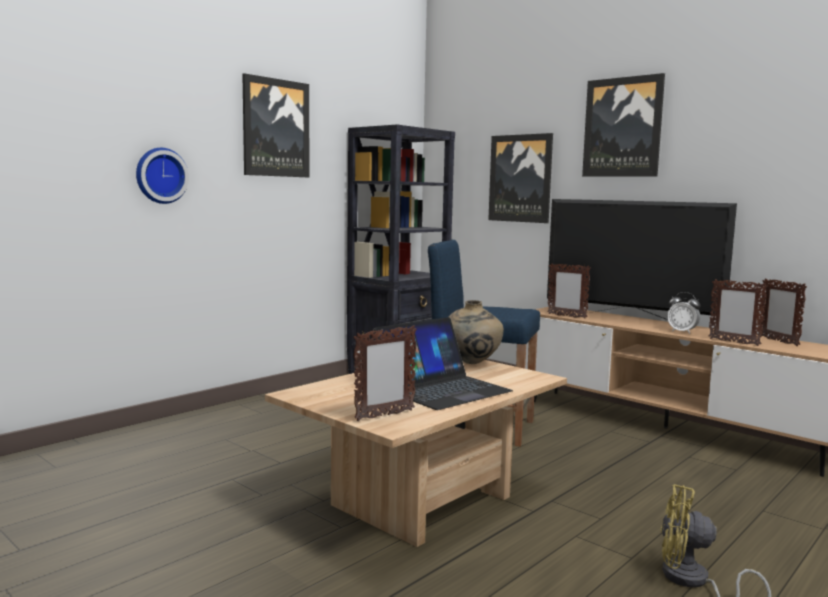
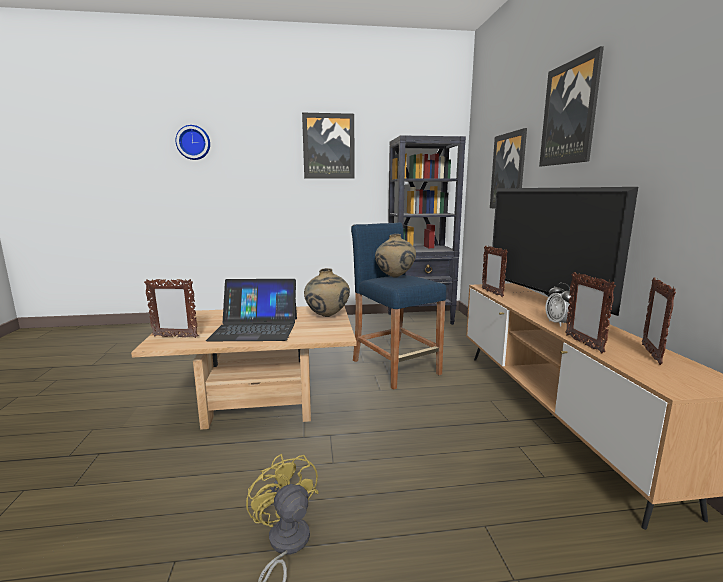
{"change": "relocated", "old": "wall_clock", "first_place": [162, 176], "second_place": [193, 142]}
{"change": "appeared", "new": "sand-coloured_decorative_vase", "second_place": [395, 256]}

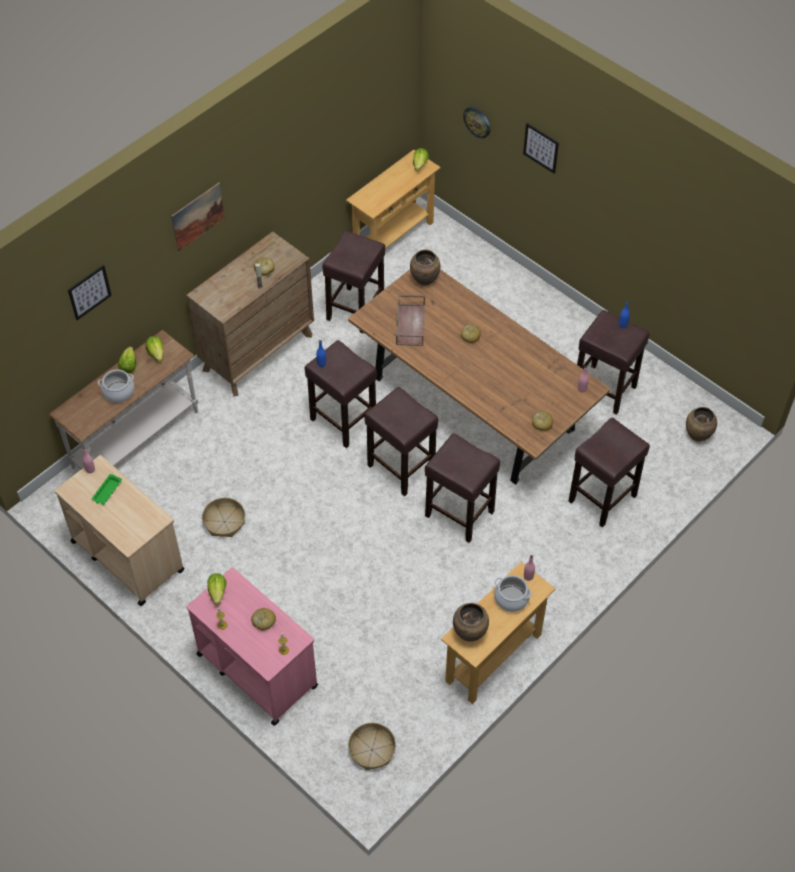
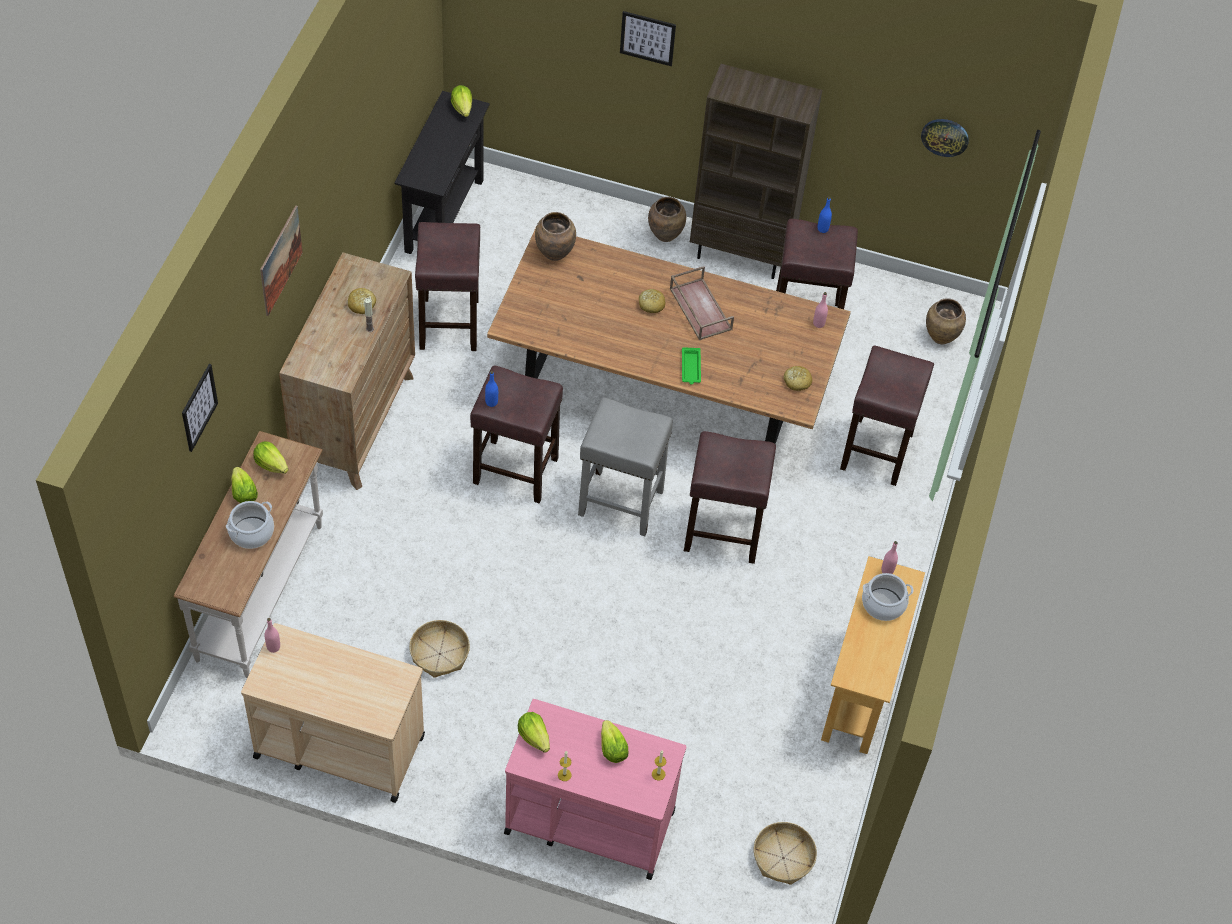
{"change": "colour", "old": "sand-coloured_hall_table", "new": "blackish_hall_table", "first_place": [393, 199], "second_place": [442, 172]}
{"change": "colour", "old": "brown-coloured_stool_seat", "new": "gray_stool_seat", "first_place": [401, 441], "second_place": [625, 467]}
{"change": "exchanged", "old": "baked_bread", "new": "head_of_lettuce", "first_place": [263, 619], "second_place": [615, 741]}
{"change": "relocated", "old": "brown-coloured_decorative_vase", "first_place": [471, 622], "second_place": [667, 219]}
{"change": "relocated", "old": "brown-coloured_carrying_tray", "first_place": [410, 320], "second_place": [702, 303]}
{"change": "relocated", "old": "green-coloured_carrying_tray", "first_place": [107, 489], "second_place": [691, 366]}
{"change": "appeared", "new": "brown-coloured_bookcase", "second_place": [756, 171]}
{"change": "relocated", "old": "wall_clock", "first_place": [476, 123], "second_place": [945, 138]}

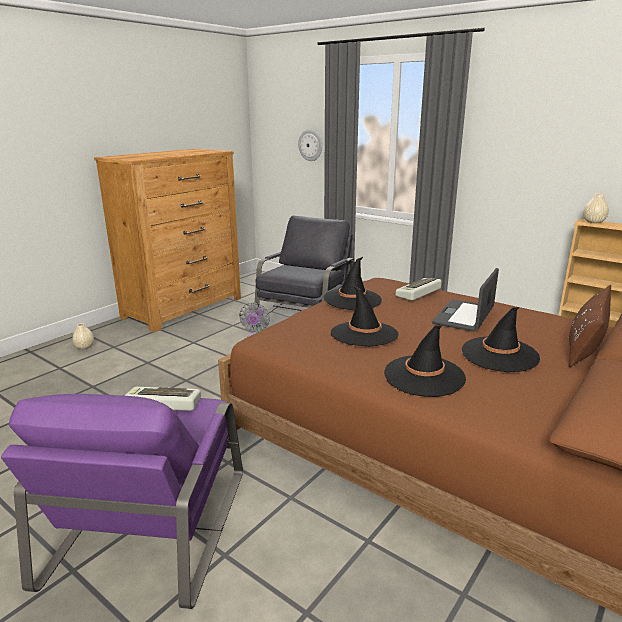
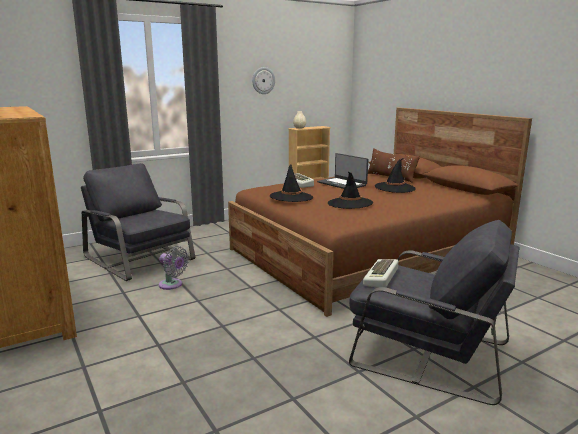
{"change": "relocated", "old": "wall_clock", "first_place": [310, 145], "second_place": [263, 80]}
{"change": "colour", "old": "purple_easy_chair", "new": "gray_easy_chair", "first_place": [122, 501], "second_place": [434, 312]}
{"change": "missing", "old": "sand-coloured_decorative_vase", "first_place": [83, 336]}
{"change": "missing", "old": "blackish_clothing_hat", "first_place": [425, 361]}

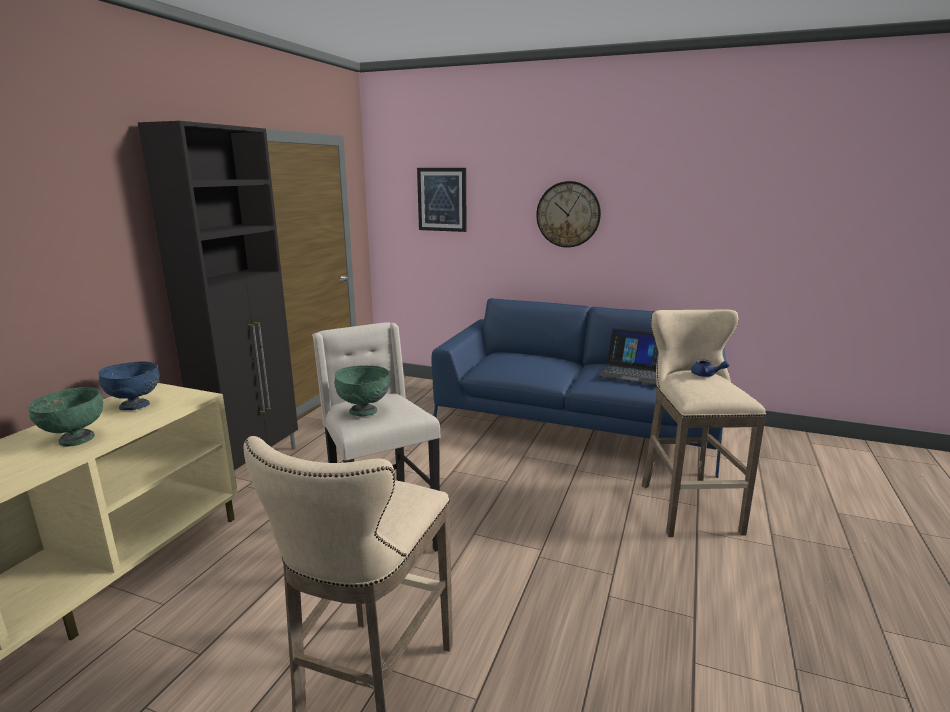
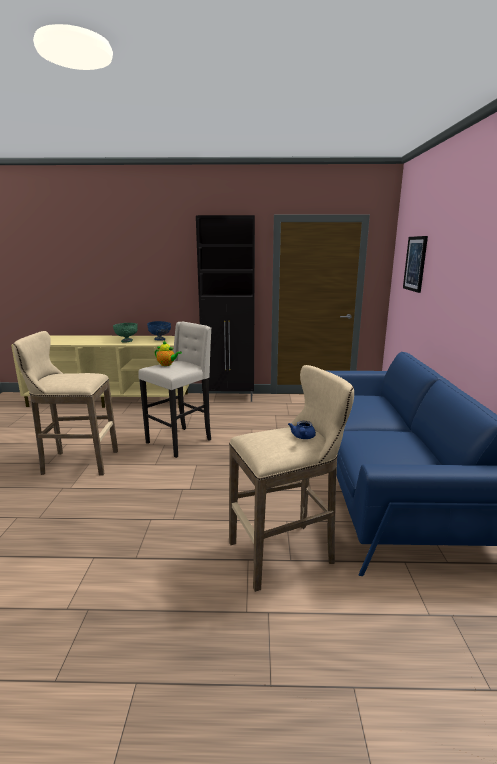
{"change": "exchanged", "old": "green-coloured_deep_dish", "new": "pot_for_tea", "first_place": [362, 391], "second_place": [168, 353]}
{"change": "missing", "old": "wall_clock", "first_place": [568, 214]}
{"change": "missing", "old": "notebook_computer", "first_place": [628, 356]}

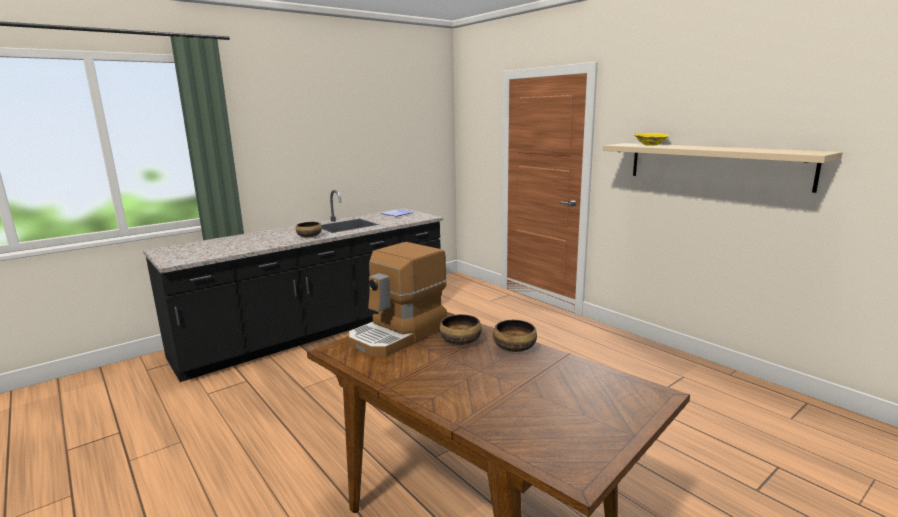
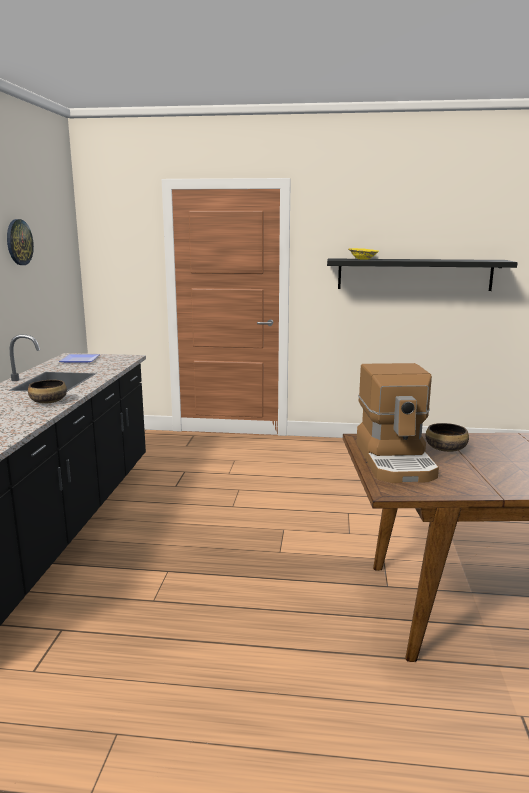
{"change": "appeared", "new": "wall_clock", "second_place": [20, 242]}
{"change": "colour", "old": "sand-coloured_shelf", "new": "blackish_shelf", "first_place": [723, 168], "second_place": [422, 274]}
{"change": "missing", "old": "deep_dish", "first_place": [515, 336]}

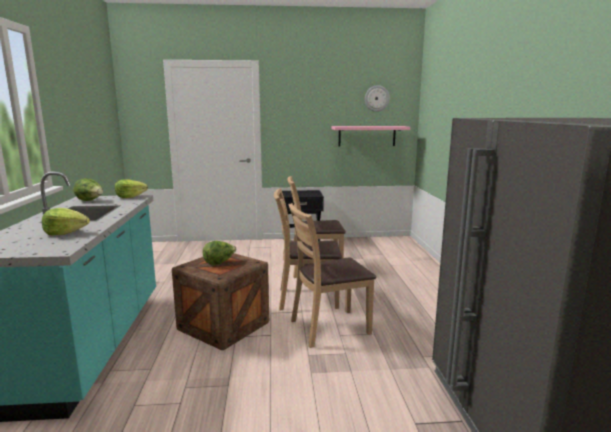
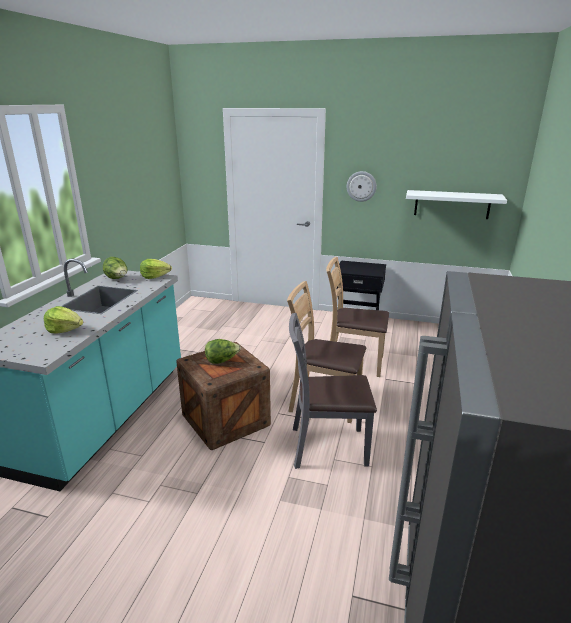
{"change": "colour", "old": "brown-coloured_upright_chair", "new": "gray_upright_chair", "first_place": [332, 275], "second_place": [333, 391]}
{"change": "relocated", "old": "wall_clock", "first_place": [377, 98], "second_place": [362, 186]}
{"change": "colour", "old": "pink-coloured_shelf", "new": "white_shelf", "first_place": [370, 136], "second_place": [456, 204]}

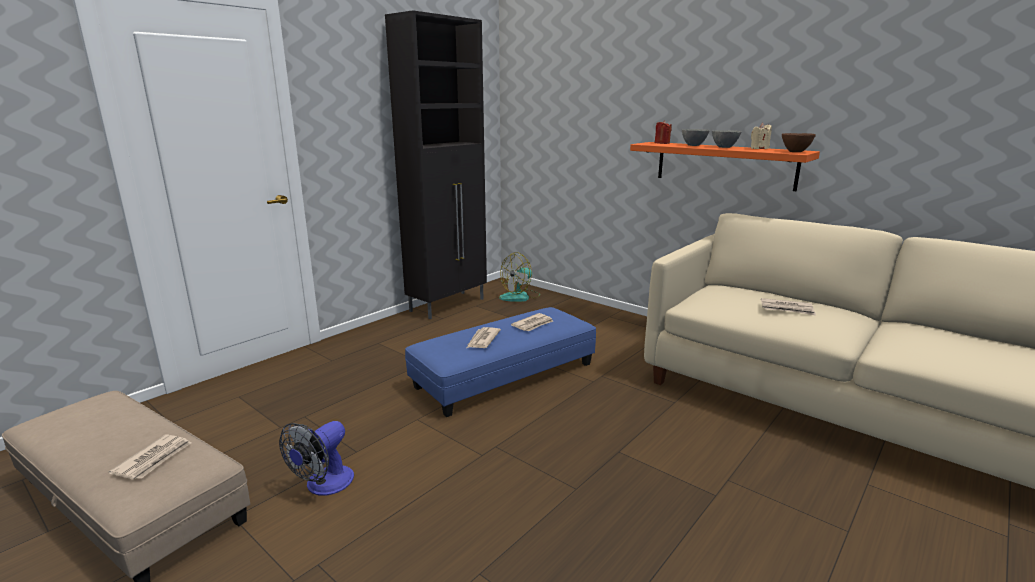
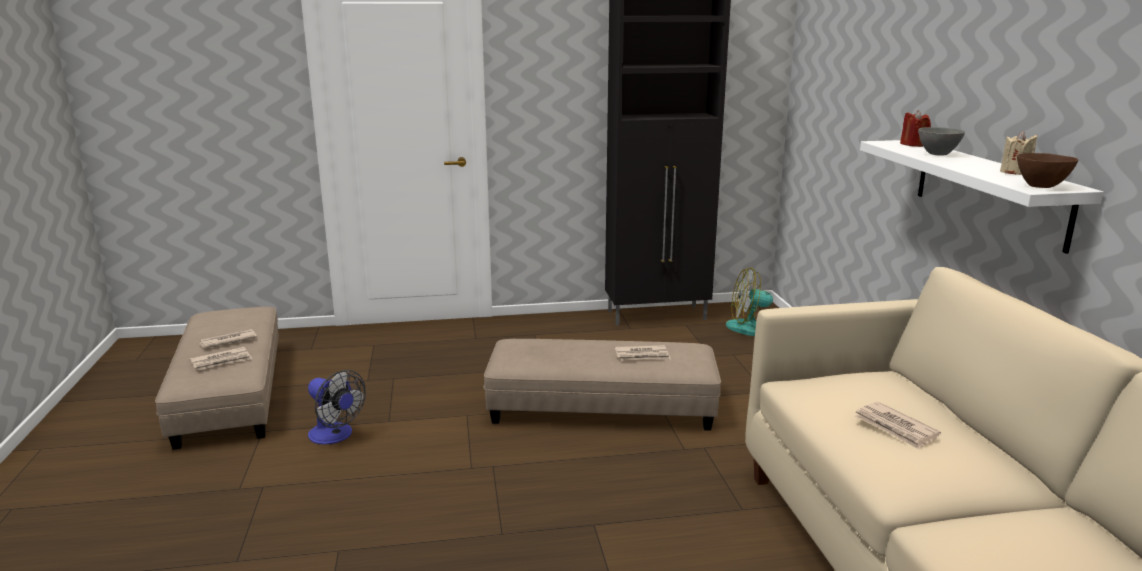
{"change": "relocated", "old": "newspaper", "first_place": [484, 337], "second_place": [228, 338]}
{"change": "spun", "old": "fan", "first_place": [316, 458], "second_place": [337, 407], "degrees": -120}
{"change": "colour", "old": "blue-coloured_ottoman", "new": "sand-coloured_ottoman", "first_place": [500, 362], "second_place": [602, 385]}
{"change": "colour", "old": "orangey_shelf", "new": "white_shelf", "first_place": [725, 166], "second_place": [981, 197]}
{"change": "missing", "old": "gray_deep_dish", "first_place": [726, 139]}

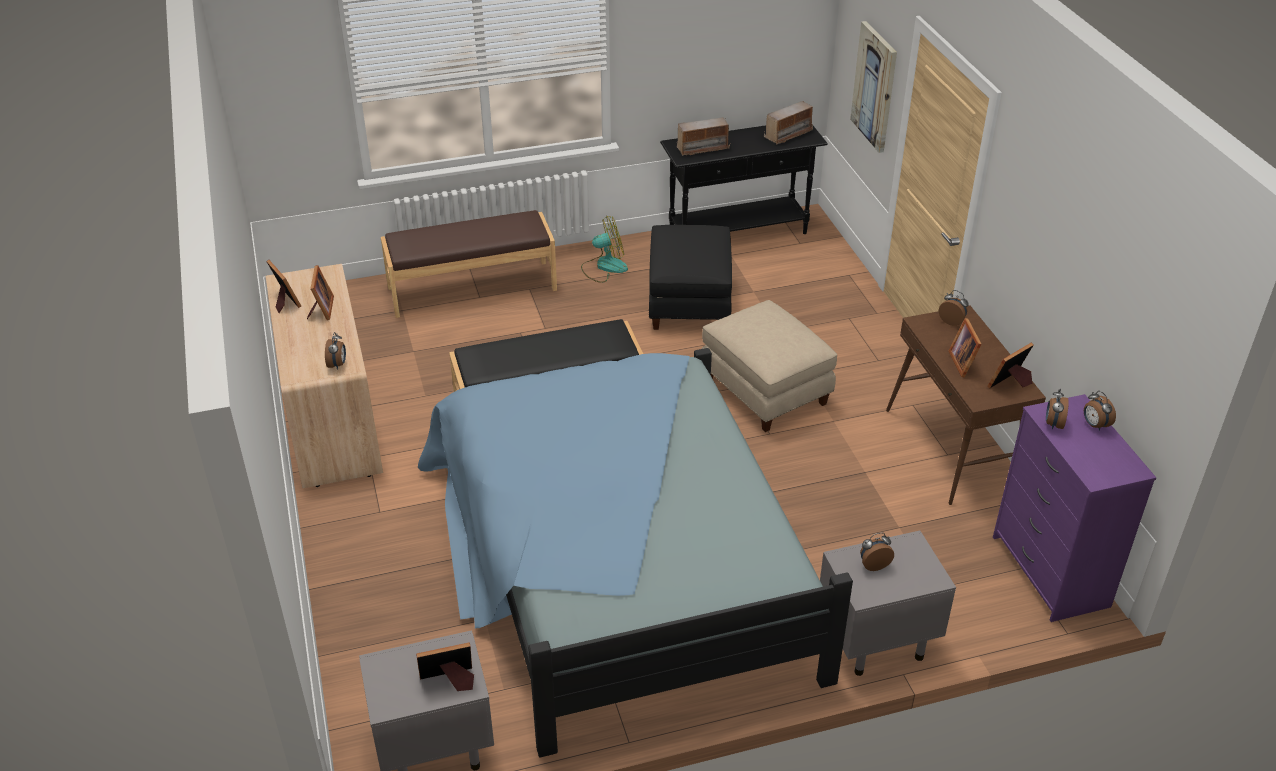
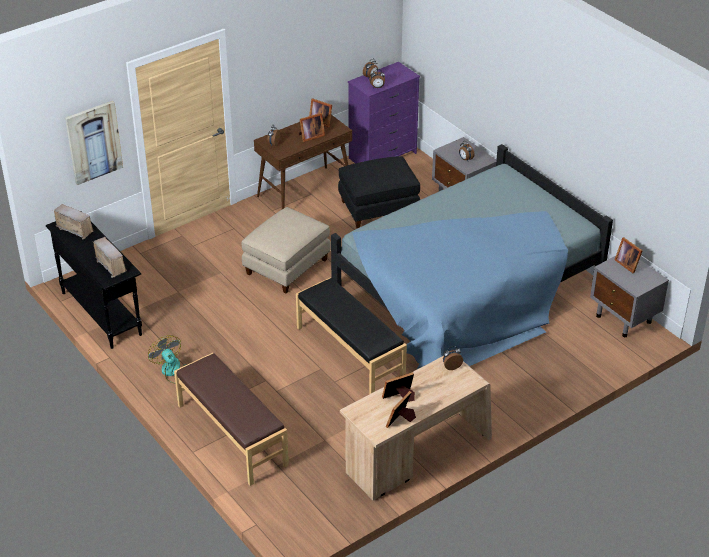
{"change": "relocated", "old": "blackish_ottoman", "first_place": [690, 277], "second_place": [379, 192]}

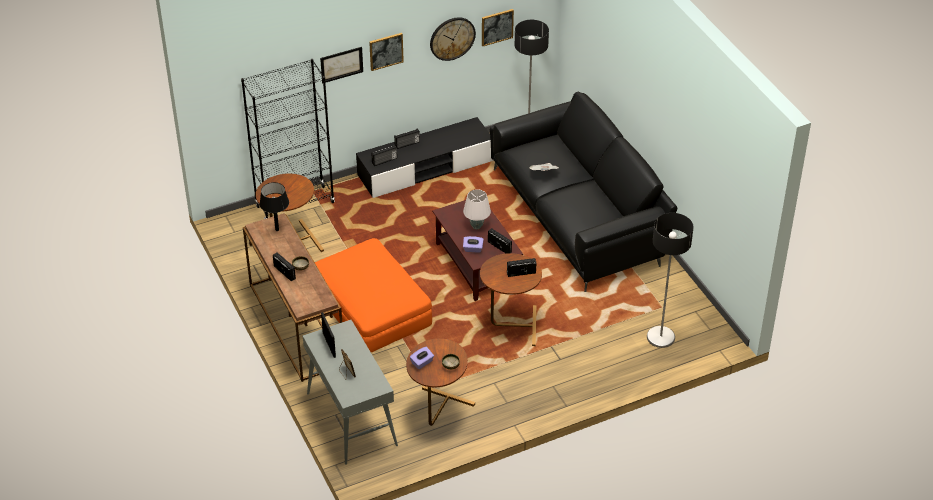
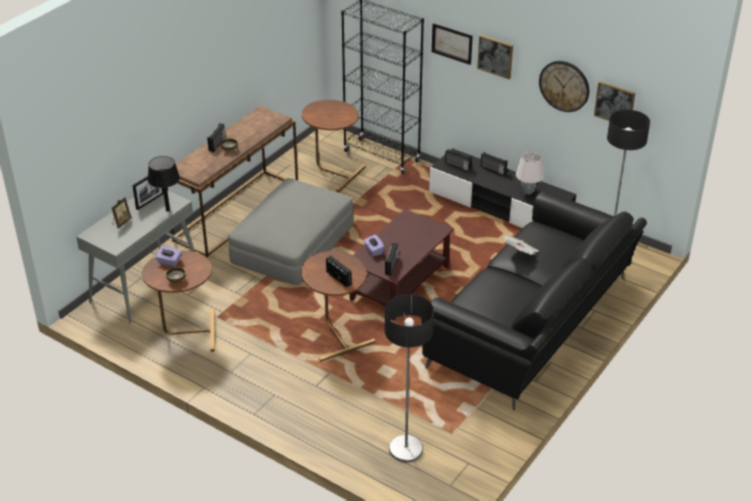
{"change": "relocated", "old": "blackish_tabletop_lamp", "first_place": [274, 206], "second_place": [164, 184]}
{"change": "colour", "old": "orangey_ottoman", "new": "gray_ottoman", "first_place": [373, 295], "second_place": [291, 231]}
{"change": "relocated", "old": "white_tabletop_lamp", "first_place": [477, 209], "second_place": [530, 173]}

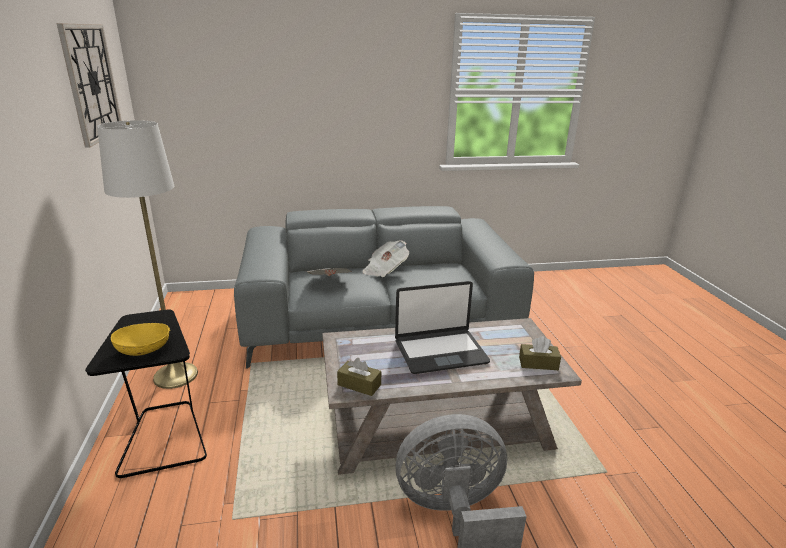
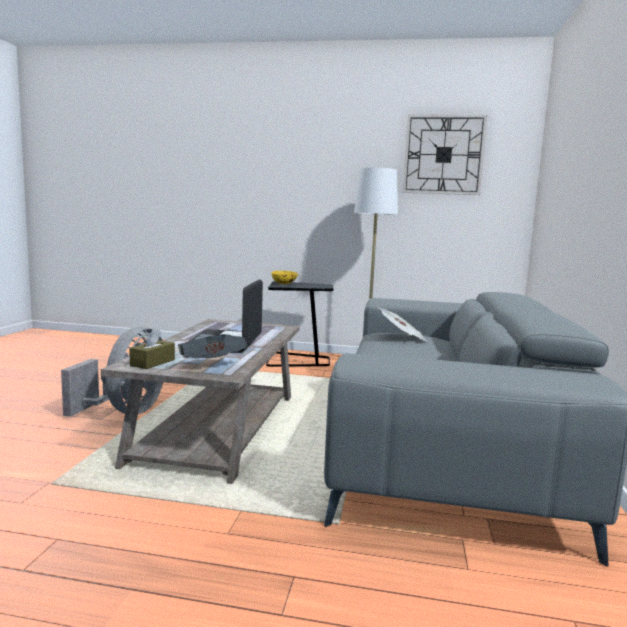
{"change": "relocated", "old": "newspaper", "first_place": [386, 258], "second_place": [213, 346]}
{"change": "missing", "old": "brown-coloured_tissue_holder", "first_place": [359, 377]}

